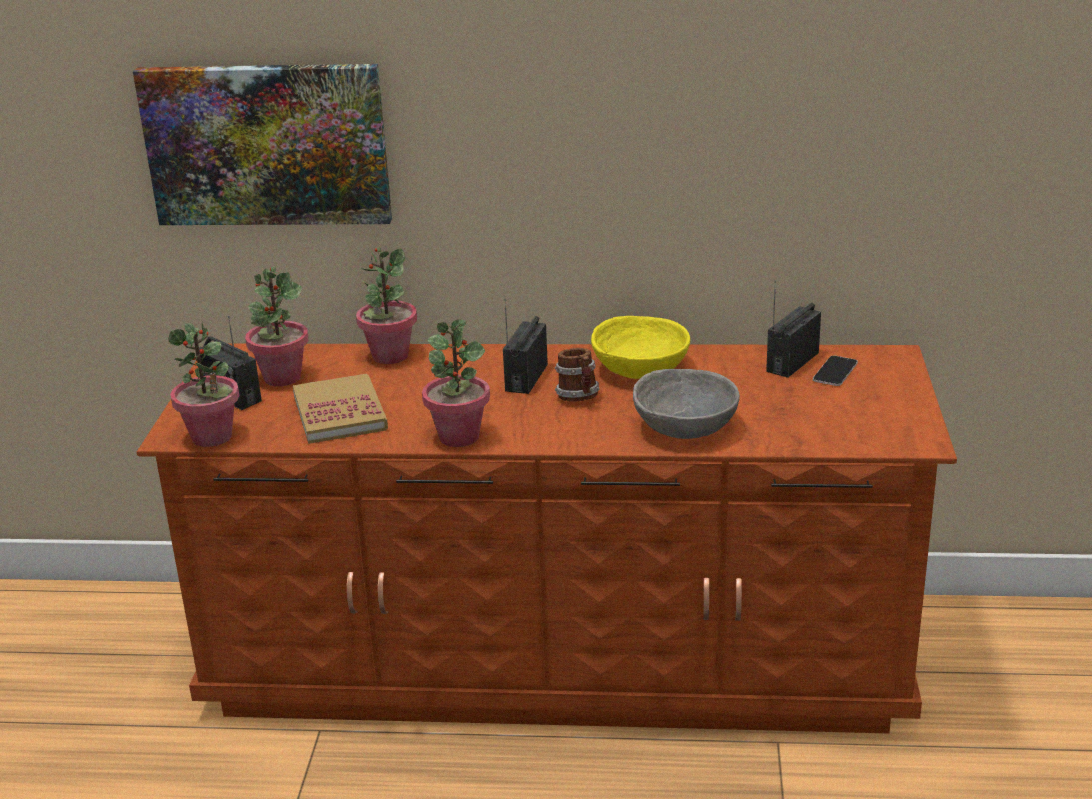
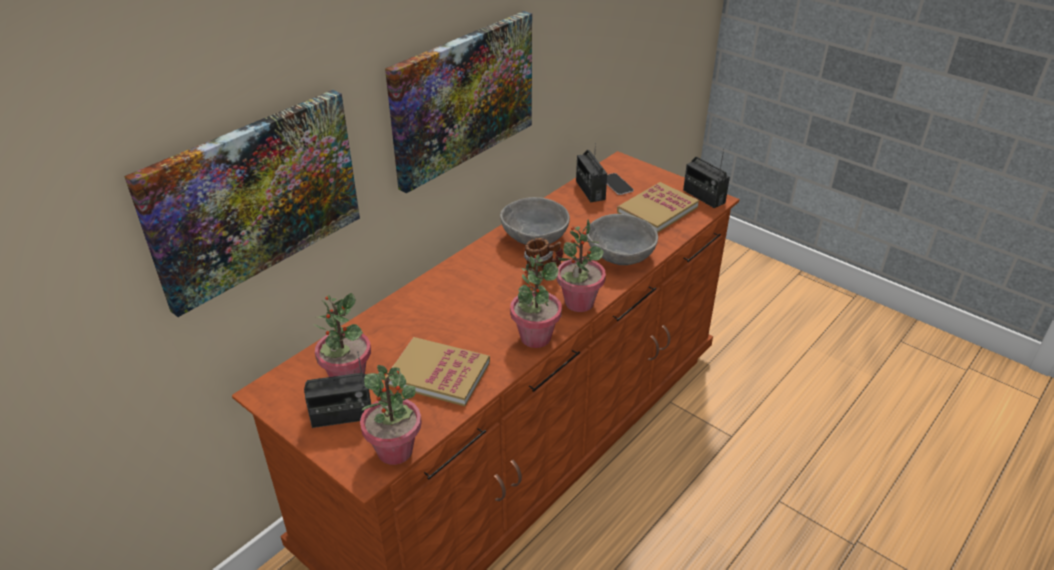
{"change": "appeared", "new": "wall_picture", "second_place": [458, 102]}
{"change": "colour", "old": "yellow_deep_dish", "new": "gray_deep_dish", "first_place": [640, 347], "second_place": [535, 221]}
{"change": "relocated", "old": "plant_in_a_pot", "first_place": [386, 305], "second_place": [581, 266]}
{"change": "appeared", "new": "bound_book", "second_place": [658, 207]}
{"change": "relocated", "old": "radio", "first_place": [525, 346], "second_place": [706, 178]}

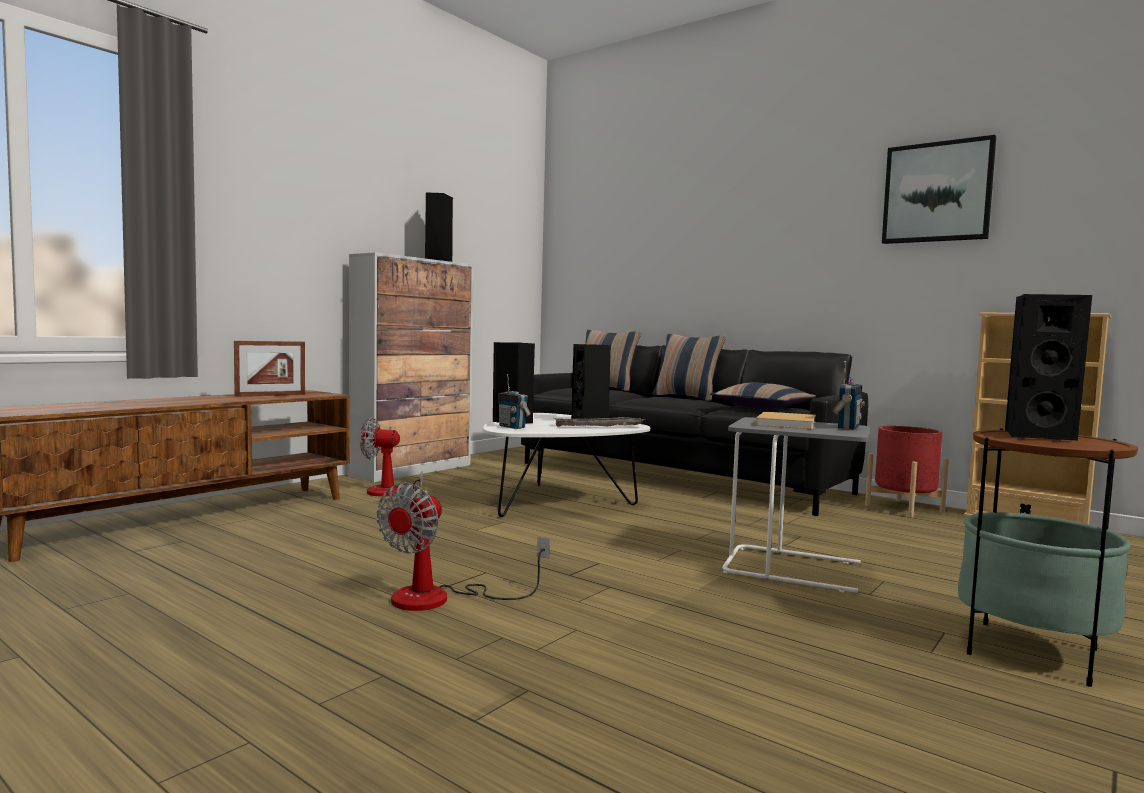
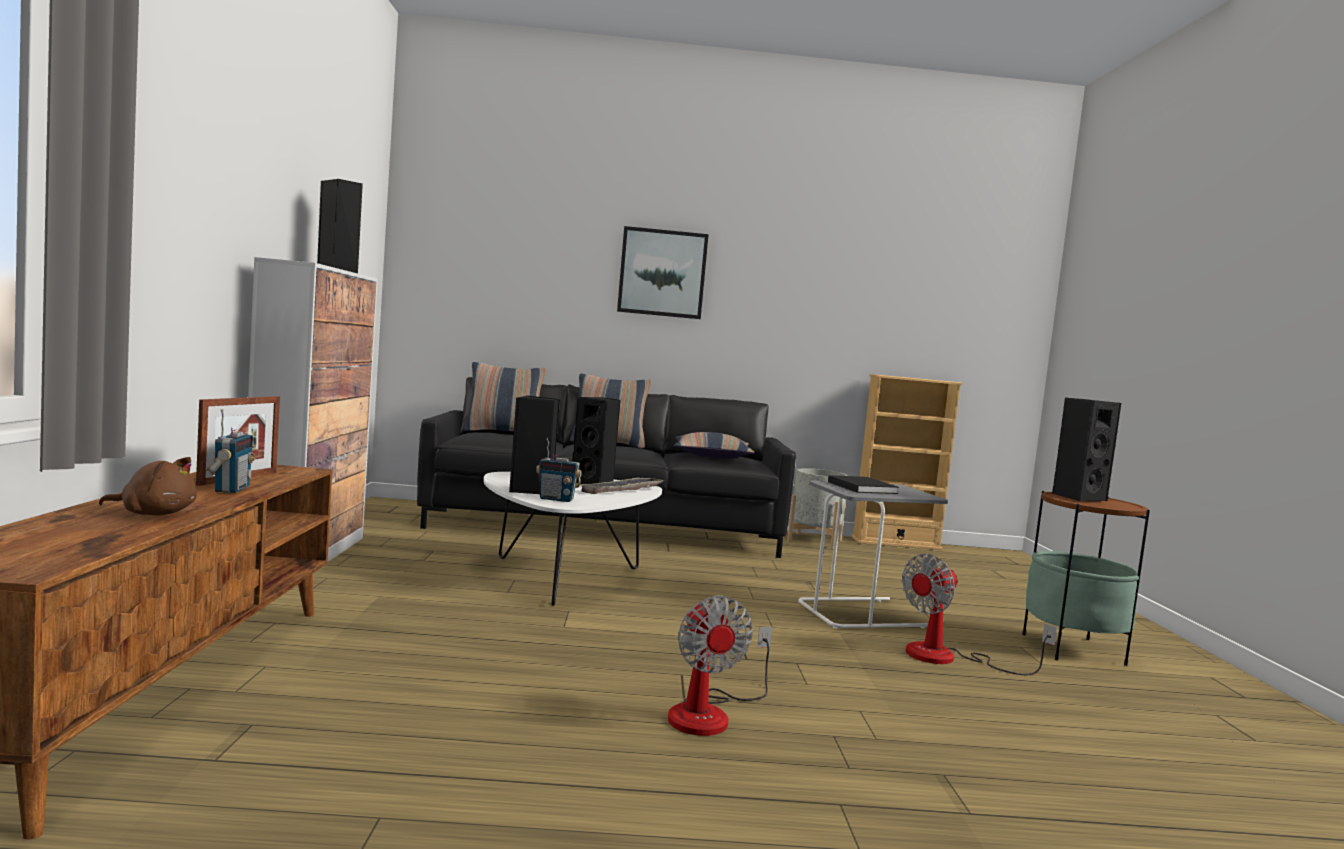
{"change": "appeared", "new": "brown-coloured_soft_toy", "second_place": [148, 486]}
{"change": "relocated", "old": "radio", "first_place": [848, 395], "second_place": [230, 451]}
{"change": "relocated", "old": "wall_picture", "first_place": [939, 189], "second_place": [663, 272]}
{"change": "colour", "old": "red_plant_pot", "new": "gray_plant_pot", "first_place": [907, 471], "second_place": [817, 508]}
{"change": "colour", "old": "sand-coloured_bound_book", "new": "blackish_bound_book", "first_place": [786, 421], "second_place": [863, 484]}
{"change": "relocated", "old": "fan", "first_place": [391, 459], "second_place": [979, 614]}

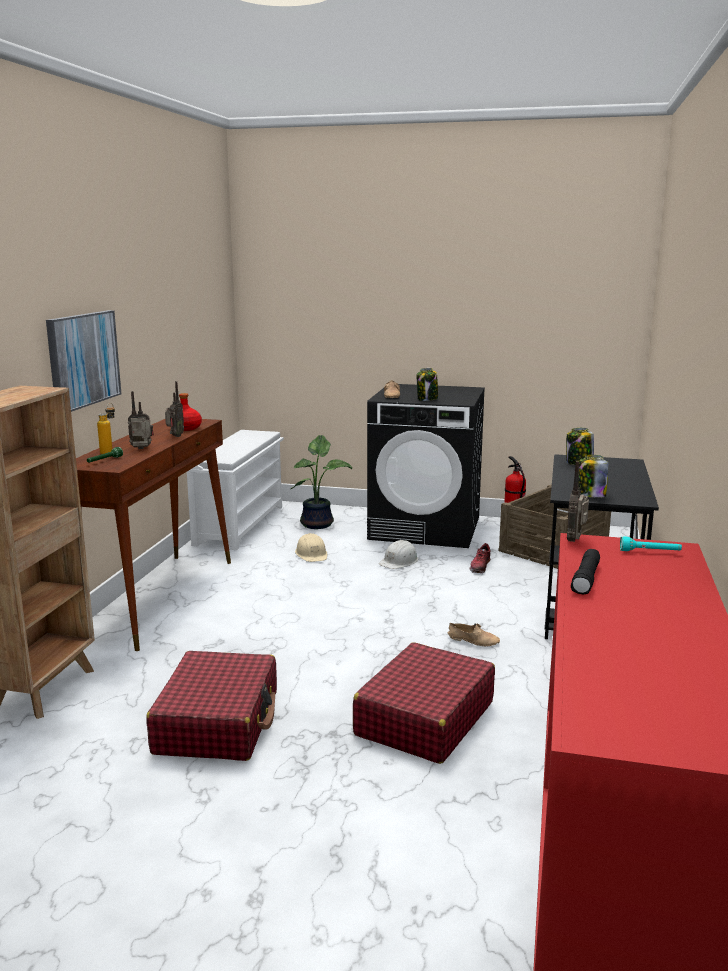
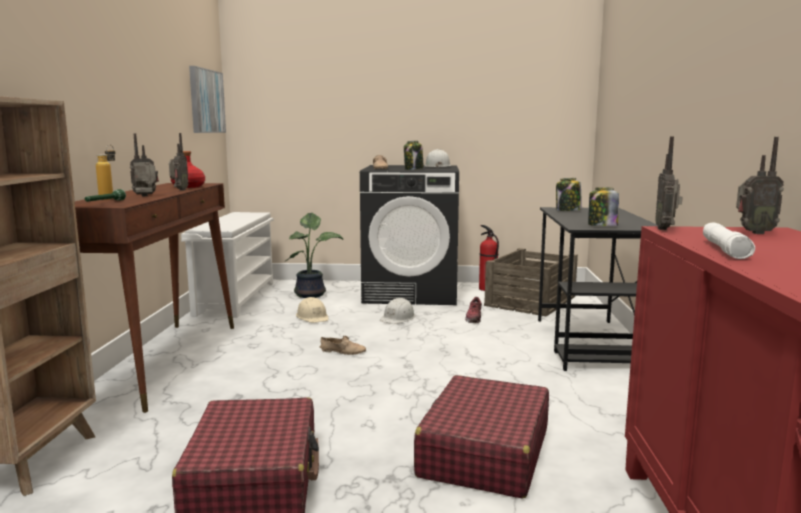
{"change": "relocated", "old": "wall_picture", "first_place": [83, 361], "second_place": [207, 99]}
{"change": "relocated", "old": "sand-coloured_item_of_footwear", "first_place": [473, 634], "second_place": [343, 345]}
{"change": "appeared", "new": "white_hard_hat", "second_place": [438, 158]}
{"change": "colour", "old": "blackish_hand_torch", "new": "white_hand_torch", "first_place": [585, 571], "second_place": [729, 241]}
{"change": "exchanged", "old": "turquoise-coloured_hand_torch", "new": "radio", "first_place": [651, 543], "second_place": [760, 185]}

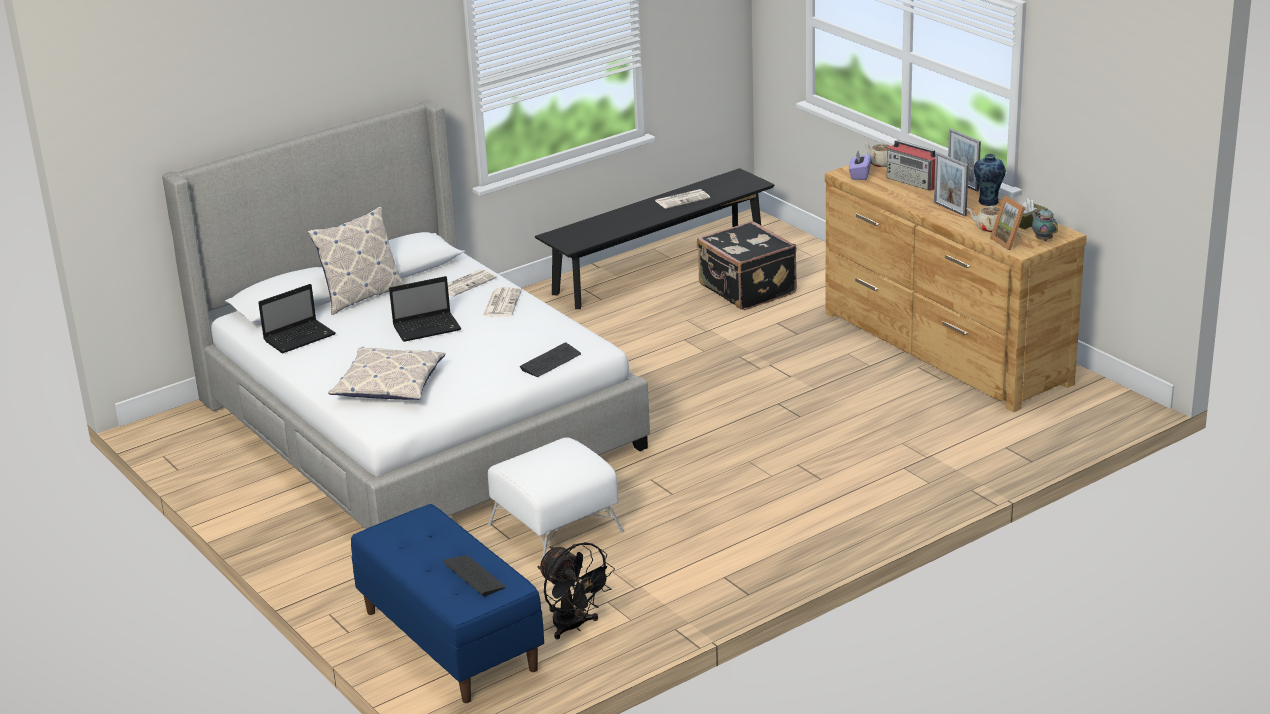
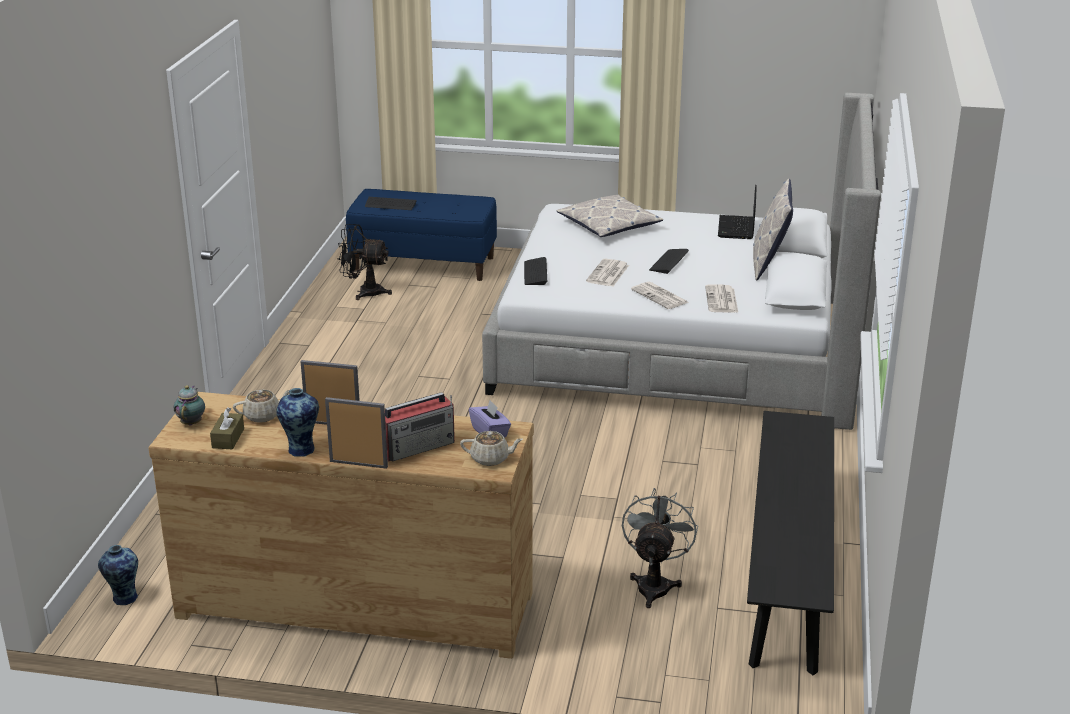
{"change": "appeared", "new": "decorative_vase", "second_place": [118, 575]}
{"change": "spun", "old": "pot_for_tea", "first_place": [1044, 224], "second_place": [189, 405], "degrees": -105}
{"change": "spun", "old": "radio", "first_place": [911, 165], "second_place": [420, 427], "degrees": 150}
{"change": "relocated", "old": "newspaper", "first_place": [683, 199], "second_place": [607, 272]}
{"change": "exchanged", "old": "blackish_travel_case", "new": "gray_fan", "first_place": [747, 265], "second_place": [660, 548]}
{"change": "exchanged", "old": "notebook_computer", "new": "keyboard", "first_place": [425, 309], "second_place": [669, 261]}
{"change": "missing", "old": "white_ottoman", "first_place": [556, 499]}
{"change": "missing", "old": "standing_frame", "first_place": [1007, 223]}

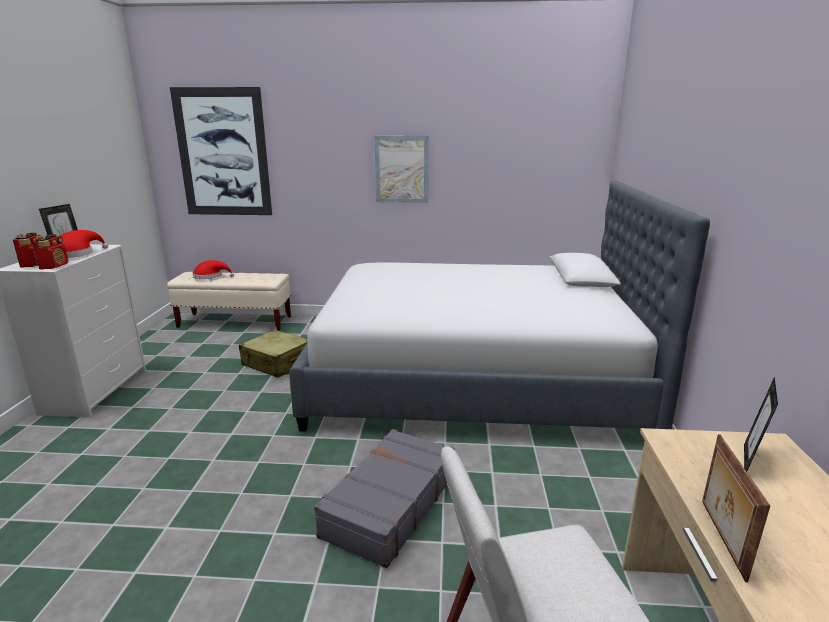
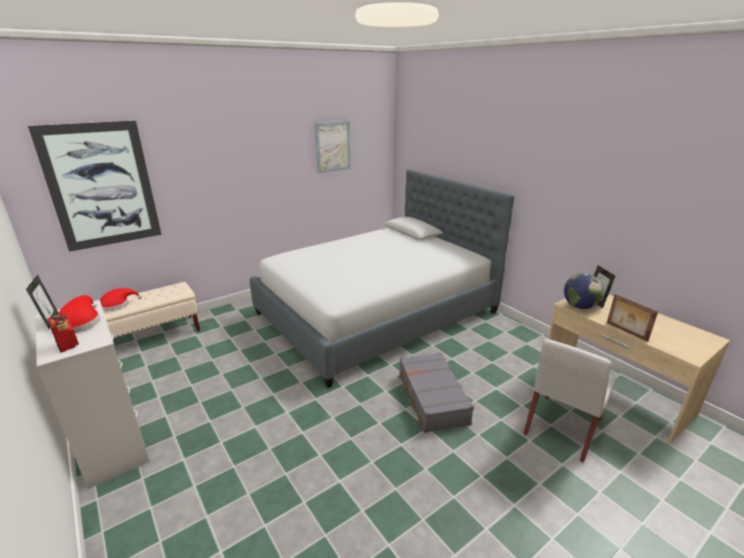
{"change": "relocated", "old": "wall_picture", "first_place": [401, 169], "second_place": [333, 147]}
{"change": "appeared", "new": "world_globe", "second_place": [584, 291]}
{"change": "missing", "old": "radio", "first_place": [50, 252]}
{"change": "missing", "old": "sand-coloured_travel_case", "first_place": [273, 354]}

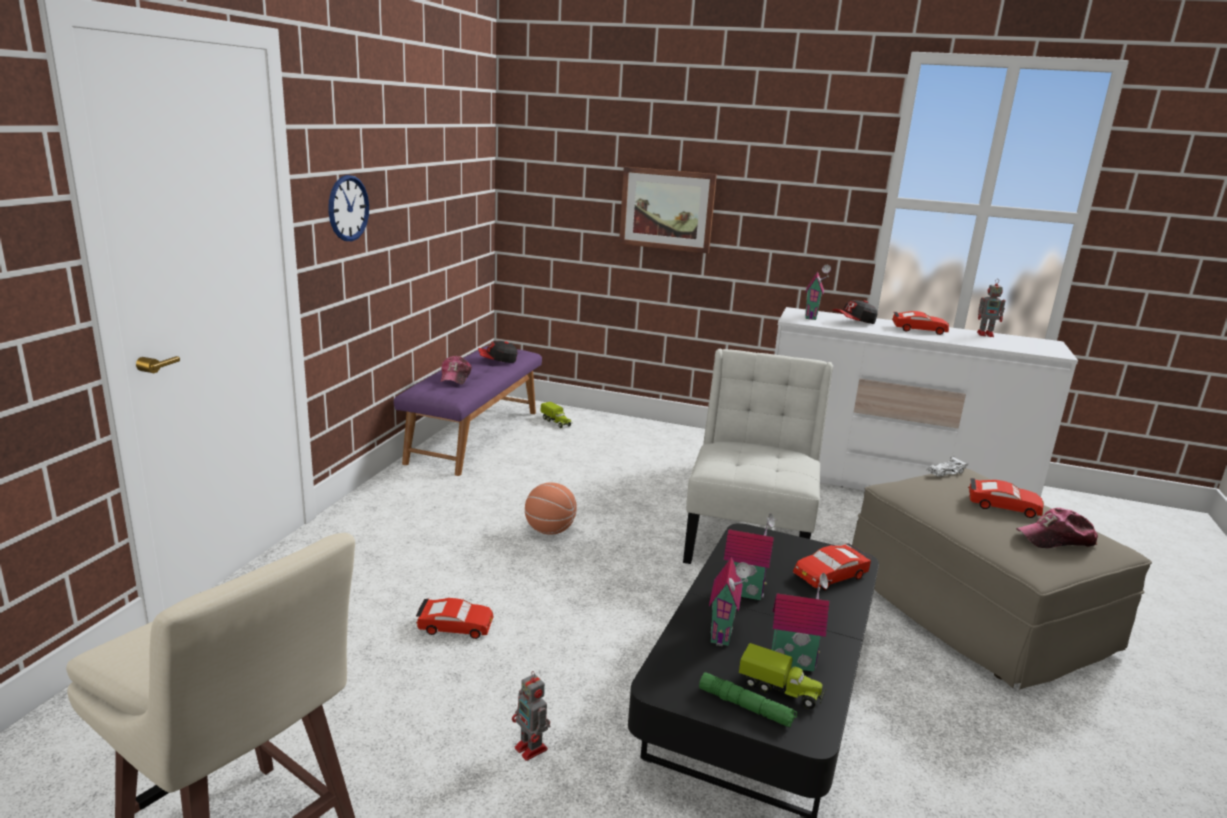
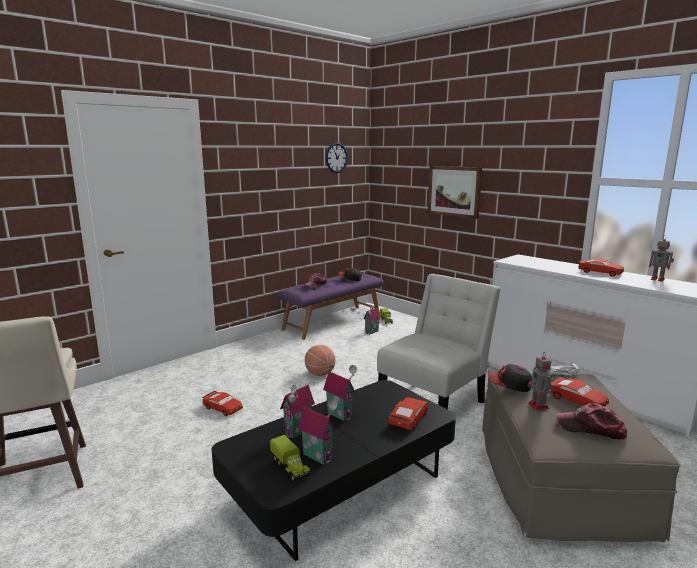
{"change": "relocated", "old": "wall_clock", "first_place": [348, 208], "second_place": [337, 158]}
{"change": "relocated", "old": "miniature_house", "first_place": [818, 292], "second_place": [372, 319]}
{"change": "spun", "old": "red_toy_car", "first_place": [832, 566], "second_place": [408, 413], "degrees": 120}
{"change": "relocated", "old": "cap", "first_place": [855, 312], "second_place": [510, 378]}
{"change": "relocated", "old": "toy_robot", "first_place": [531, 716], "second_place": [540, 381]}
{"change": "missing", "old": "green-coloured_hand_torch", "first_place": [748, 699]}

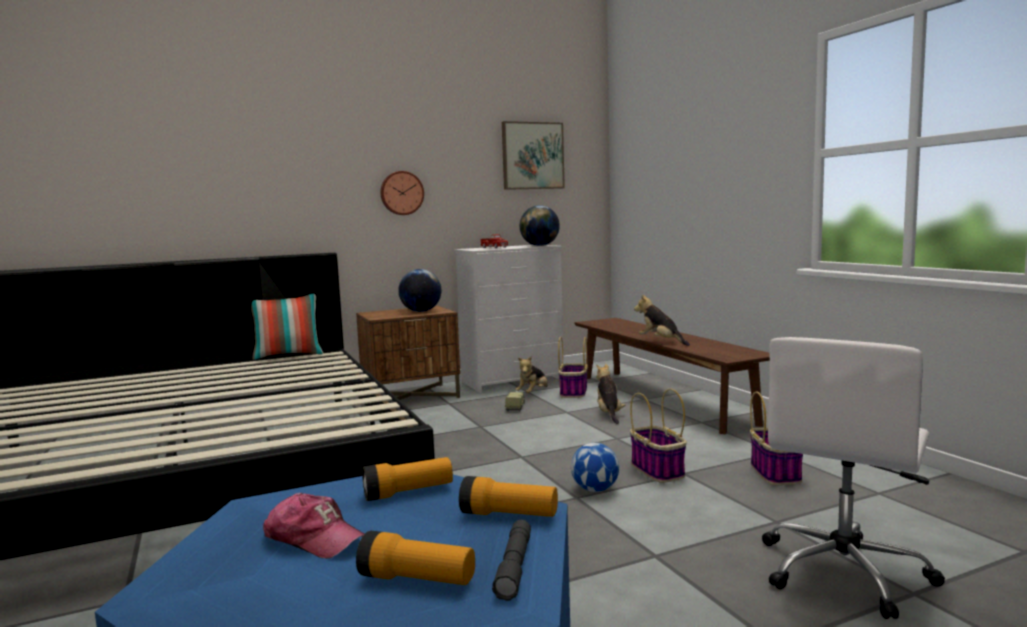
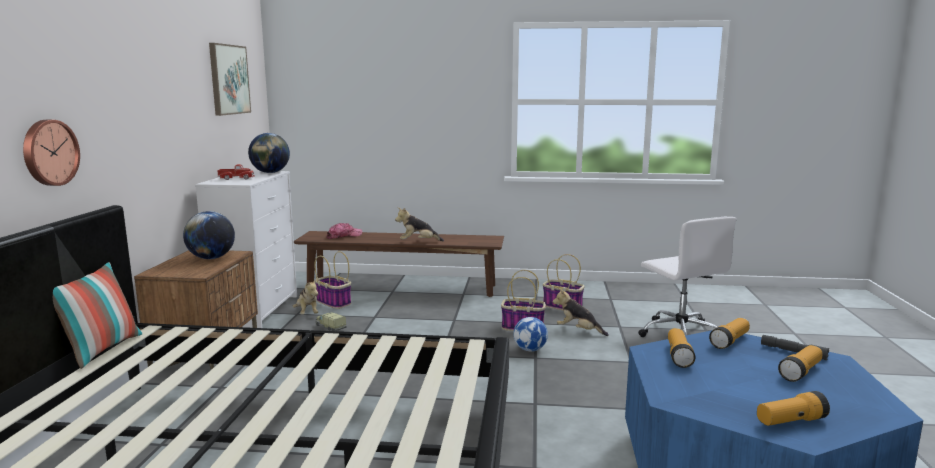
{"change": "relocated", "old": "wall_clock", "first_place": [402, 193], "second_place": [51, 153]}
{"change": "relocated", "old": "cap", "first_place": [314, 526], "second_place": [344, 231]}
{"change": "relocated", "old": "soft_toy", "first_place": [611, 394], "second_place": [581, 312]}
{"change": "appeared", "new": "hand_torch", "second_place": [793, 408]}

